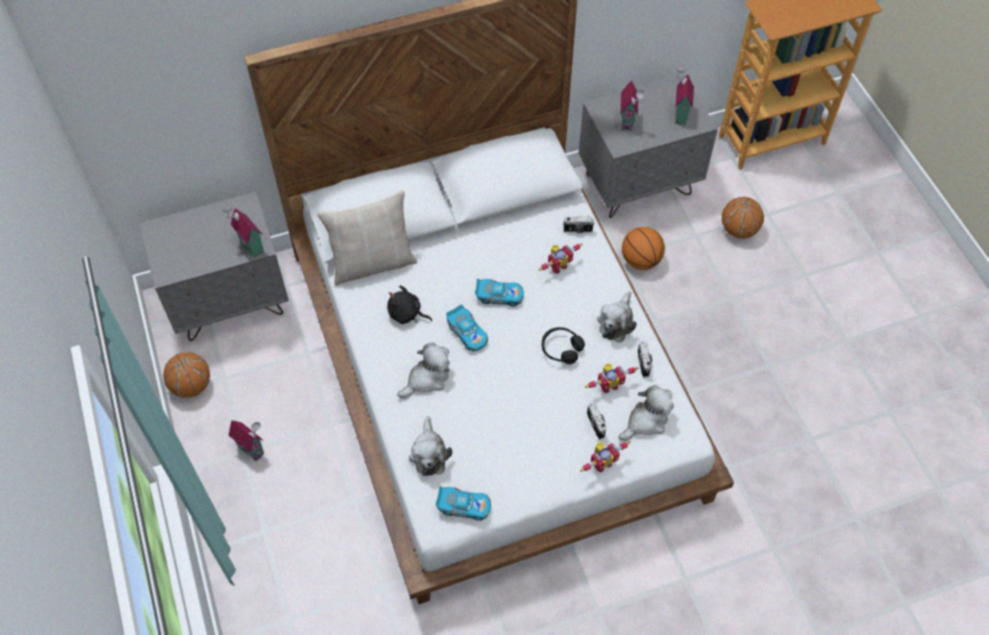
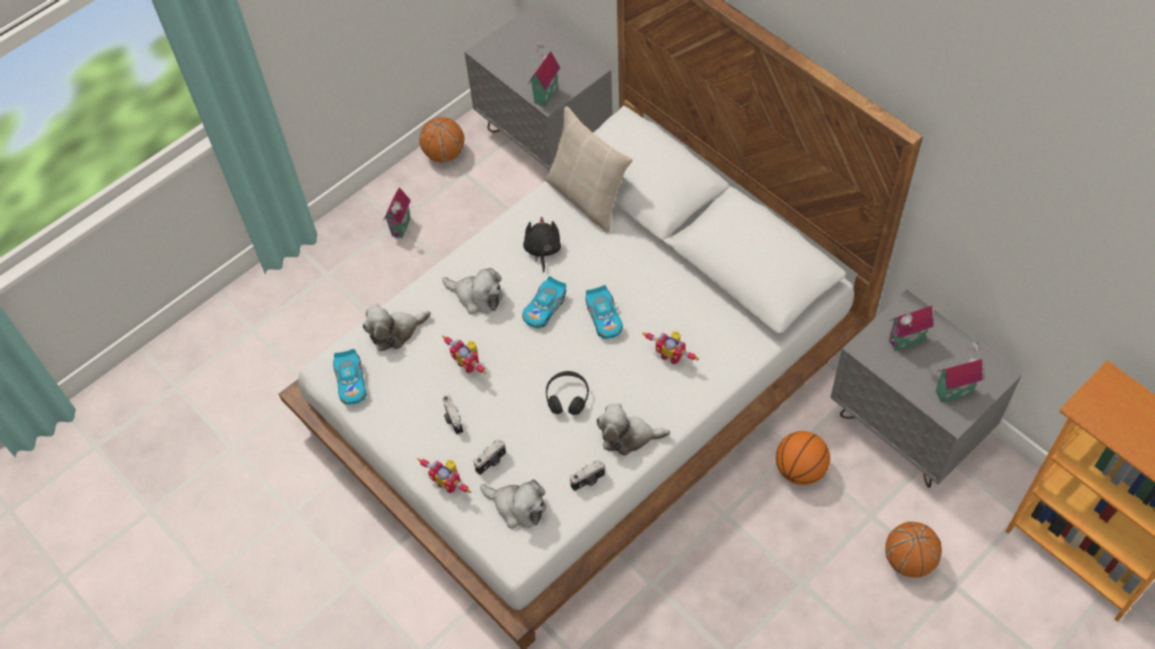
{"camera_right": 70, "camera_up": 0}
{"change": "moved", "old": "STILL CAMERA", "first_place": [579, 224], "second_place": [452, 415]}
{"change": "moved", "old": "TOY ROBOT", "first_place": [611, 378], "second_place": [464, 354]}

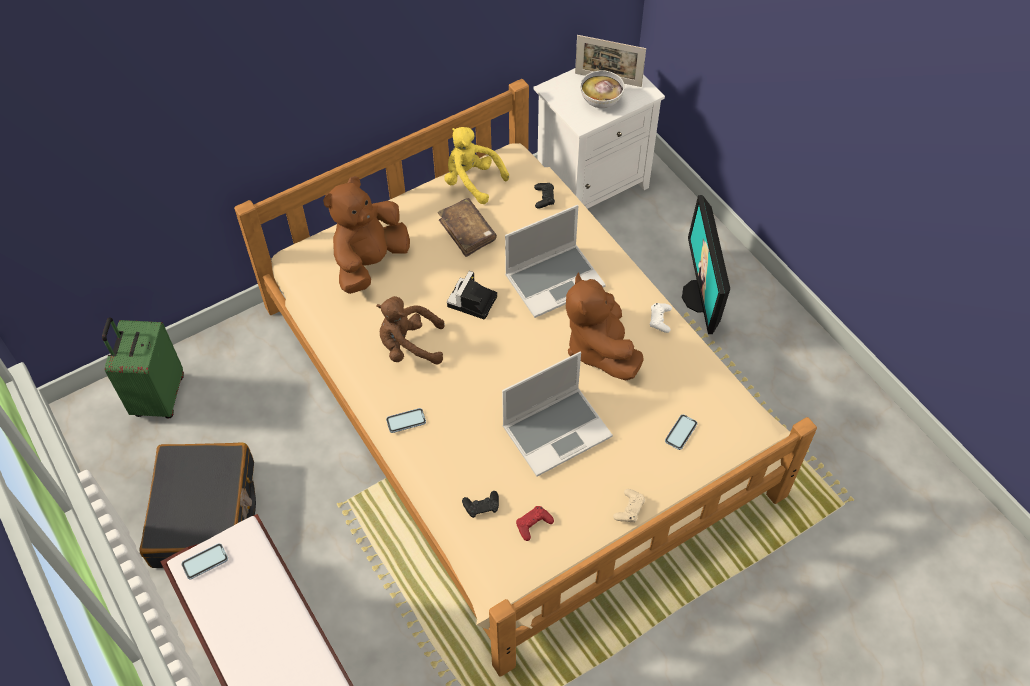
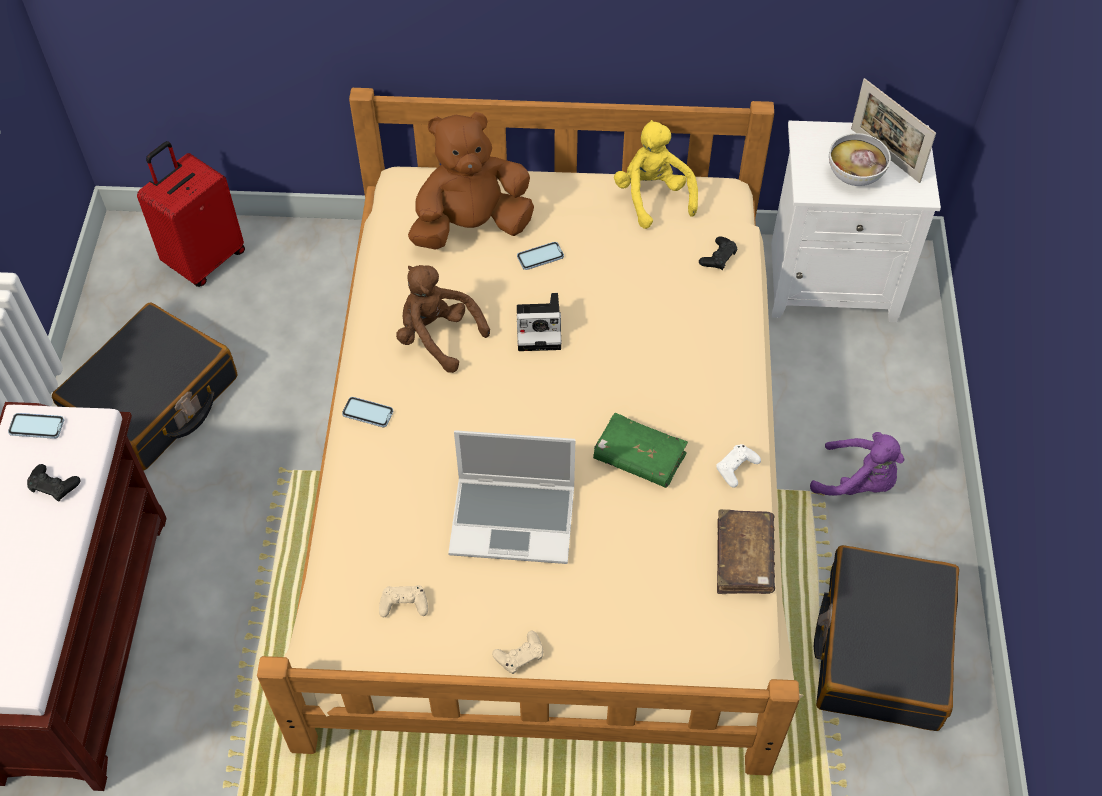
{"camera_right": 35, "camera_up": 0}
{"change": "removed", "old": "LAPTOP", "first_place": [555, 261]}
{"change": "added", "new": "BLACK PIECE OF LUGGAGE", "second_place": [886, 638]}
{"change": "moved", "old": "BROWN BOUND BOOK", "first_place": [467, 227], "second_place": [746, 551]}
{"change": "moved", "old": "BLACK JOYPAD", "first_place": [480, 504], "second_place": [53, 482]}
{"change": "moved", "old": "TELEPHONE", "first_place": [681, 432], "second_place": [540, 256]}
{"change": "replaced", "old": "BROWN PLUSH TOY", "new": "GREENISH BOUND BOOK", "first_place": [604, 326], "second_place": [640, 450]}
{"change": "replaced", "old": "COMPUTER DISPLAY", "new": "PURPLE PLUSH TOY", "first_place": [706, 264], "second_place": [857, 464]}
{"change": "recoloured", "old": "GREENISH PIECE OF LUGGAGE", "new": "REDDISH PIECE OF LUGGAGE", "first_place": [143, 367], "second_place": [191, 214]}
{"change": "recoloured", "old": "REDDISH JOYPAD", "new": "BEIGE JOYPAD", "first_place": [535, 523], "second_place": [403, 601]}
{"change": "turned", "old": "STILL CAMERA", "first_place": [472, 295], "second_place": [539, 322], "degrees": -150}

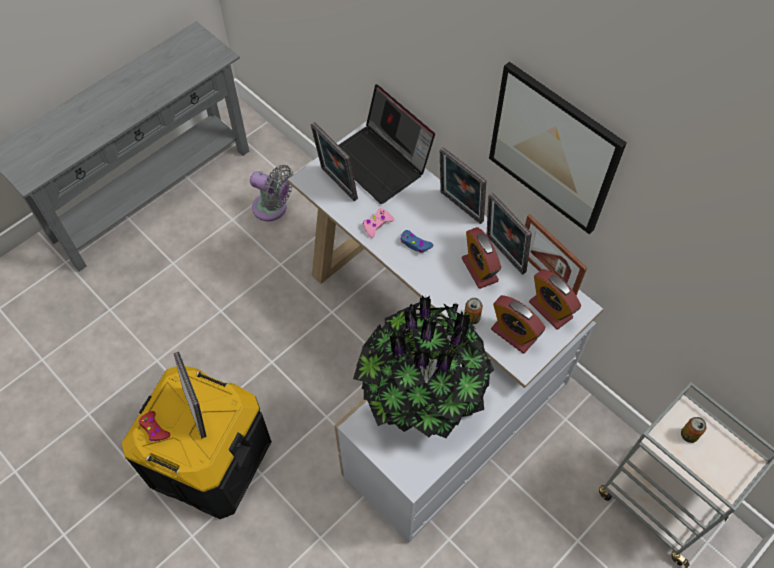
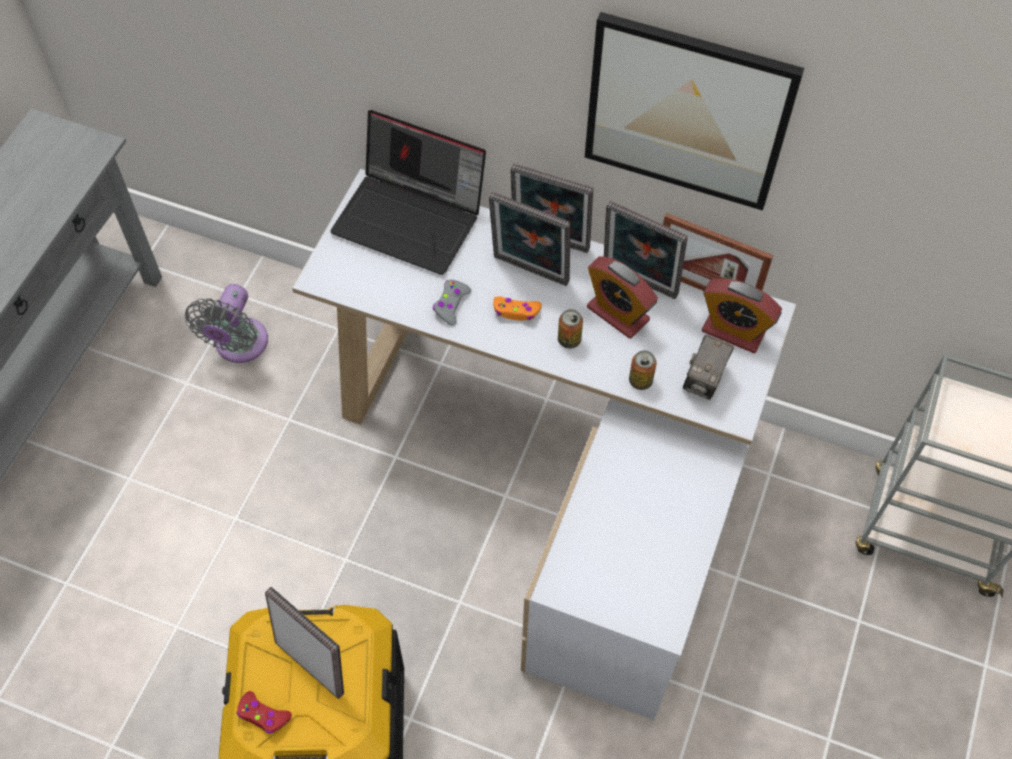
{"camera_right": -25, "camera_up": 0}
{"change": "removed", "old": "PLANT IN A POT", "first_place": [423, 367]}
{"change": "moved", "old": "STANDING FRAME", "first_place": [334, 161], "second_place": [530, 239]}
{"change": "moved", "old": "SEALED CAN", "first_place": [694, 430], "second_place": [570, 329]}
{"change": "replaced", "old": "TABLE CLOCK", "new": "STILL CAMERA", "first_place": [518, 324], "second_place": [708, 367]}
{"change": "recoloured", "old": "PINK-COLOURED JOYPAD", "new": "GRAY JOYPAD", "first_place": [378, 223], "second_place": [452, 302]}
{"change": "recoloured", "old": "BLUE JOYPAD", "new": "ORANGE-COLOURED JOYPAD", "first_place": [417, 241], "second_place": [517, 308]}
{"change": "turned", "old": "GRAY ELECTRIC FAN", "first_place": [272, 193], "second_place": [226, 323], "degrees": 105}

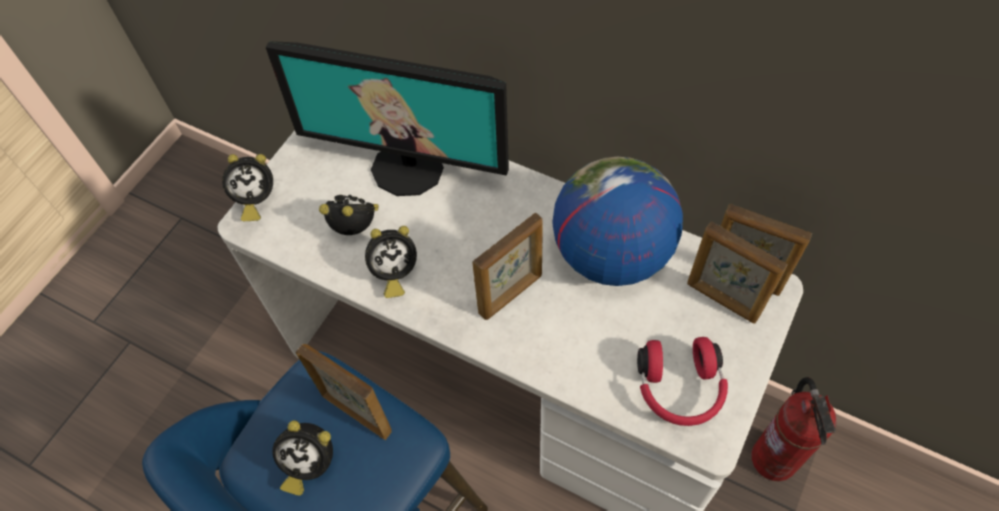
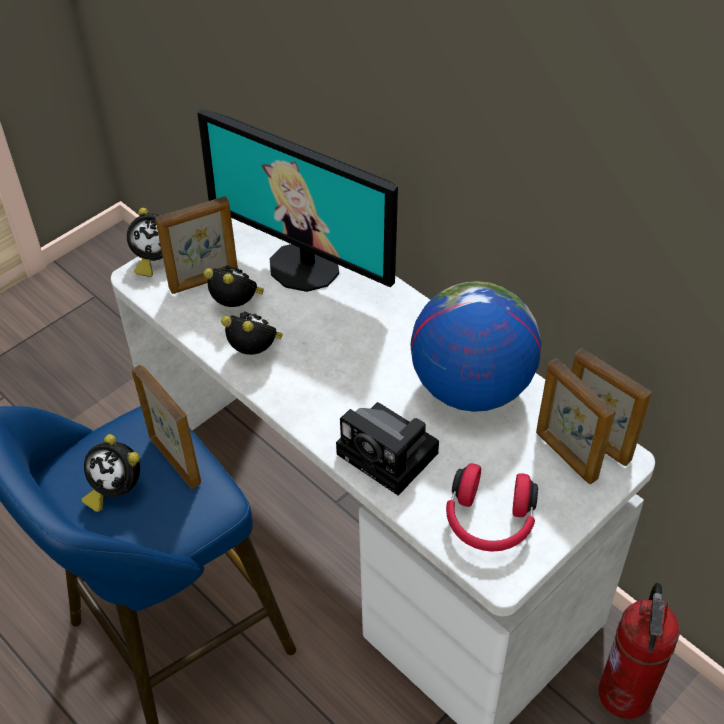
{"camera_right": 15, "camera_up": -10}
{"change": "added", "new": "STILL CAMERA", "second_place": [387, 449]}
{"change": "moved", "old": "STANDING FRAME", "first_place": [507, 266], "second_place": [196, 245]}
{"change": "turned", "old": "TABLE CLOCK", "first_place": [391, 262], "second_place": [252, 333], "degrees": -150}

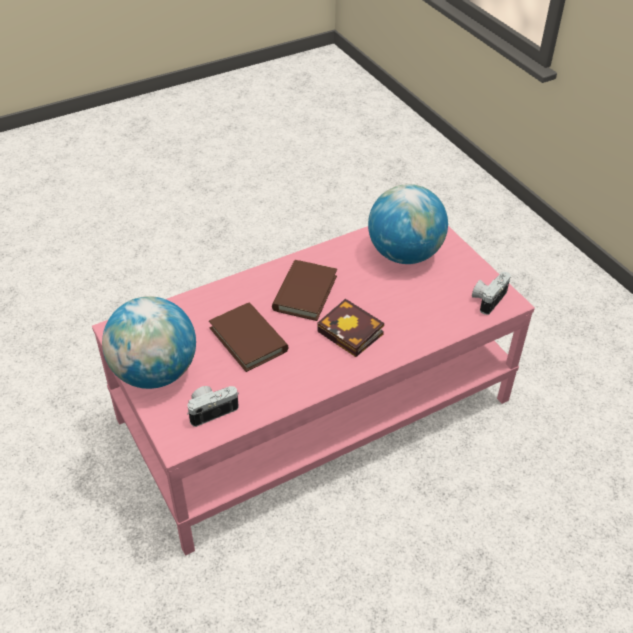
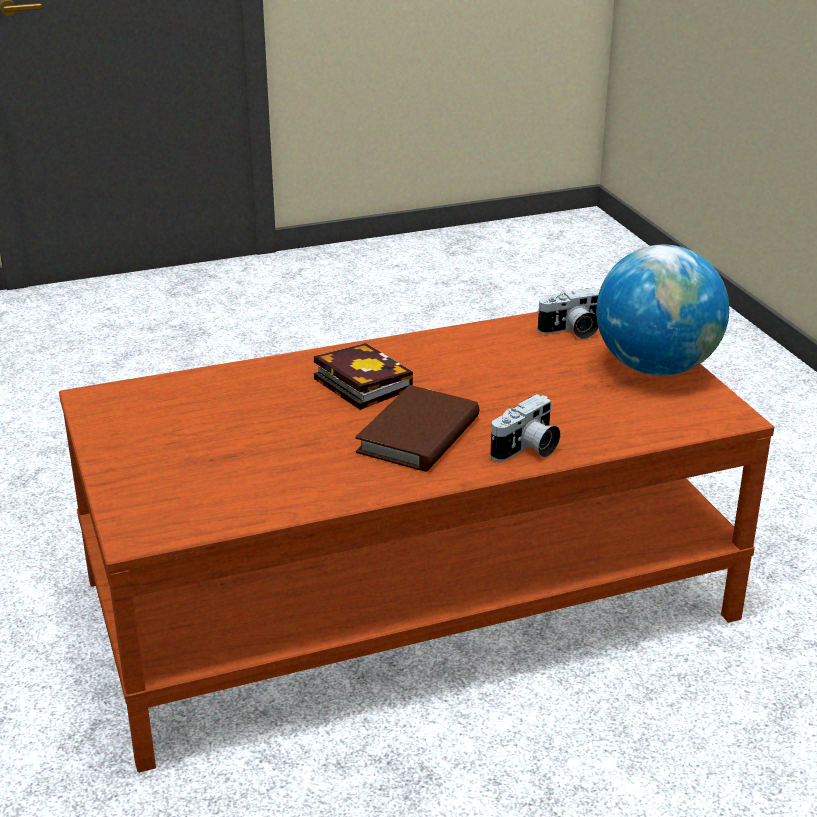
{"camera_right": -170, "camera_up": -15}
{"change": "removed", "old": "BROWN BOUND BOOK", "first_place": [248, 337]}
{"change": "removed", "old": "WORLD GLOBE", "first_place": [408, 224]}
{"change": "moved", "old": "STILL CAMERA", "first_place": [491, 293], "second_place": [525, 427]}
{"change": "recoloured", "old": "PINK-COLOURED LOW TABLE", "new": "BROWN LOW TABLE", "first_place": [313, 390], "second_place": [416, 542]}

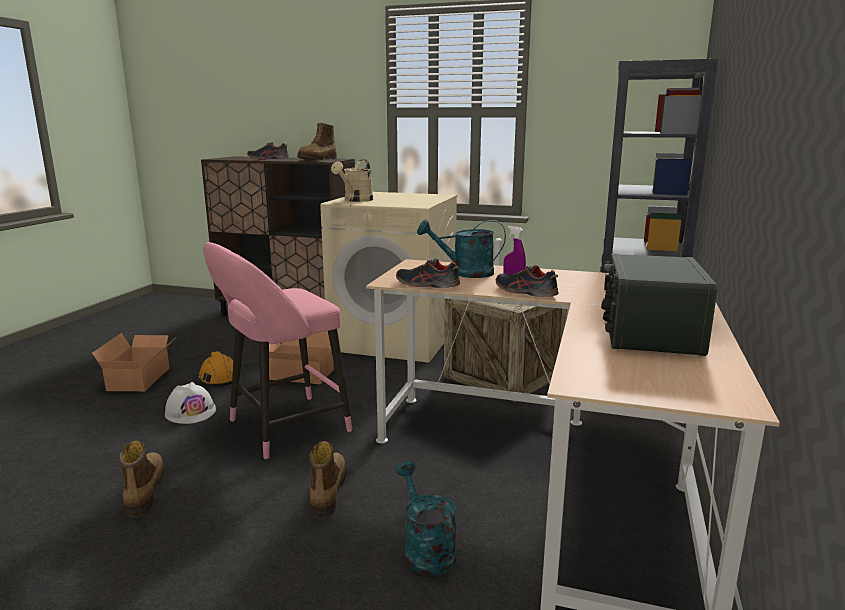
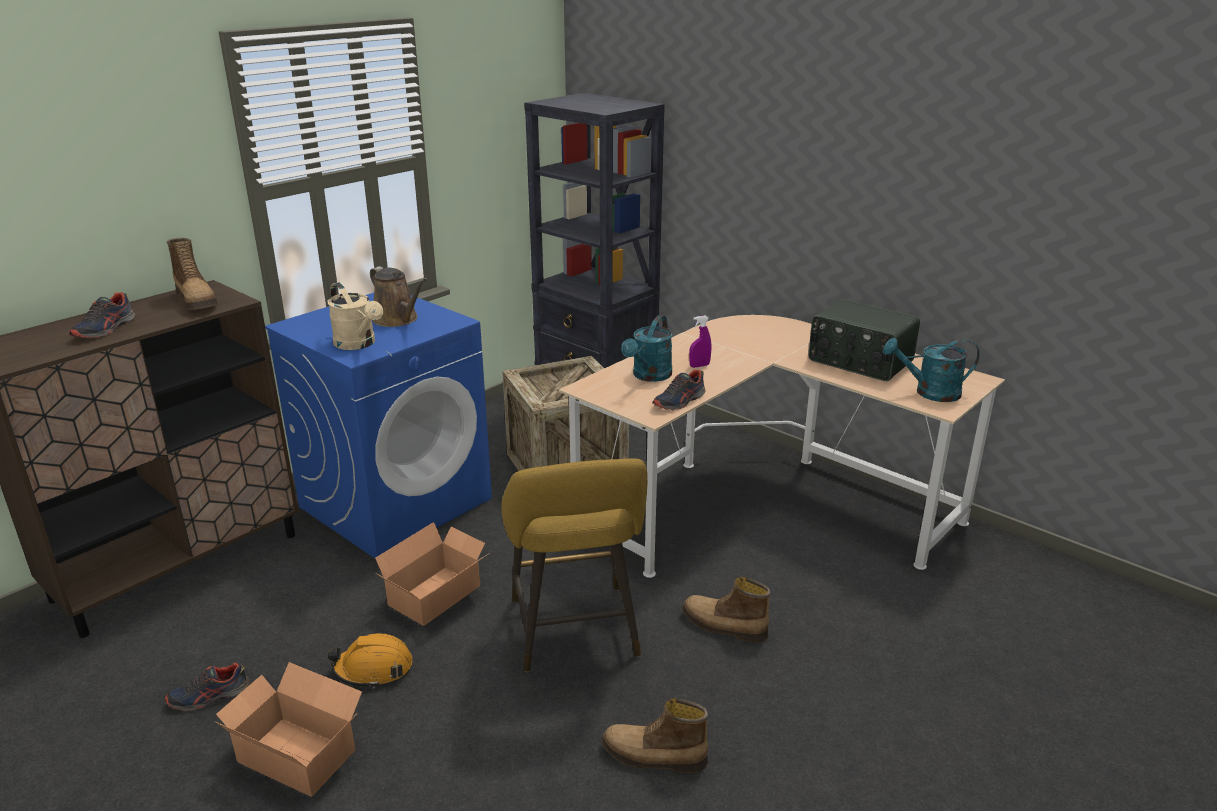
{"camera_right": -65, "camera_up": 10}
{"change": "removed", "old": "WHITE SAFETY HELMET", "first_place": [190, 403]}
{"change": "added", "new": "BROWN WATERING POT", "second_place": [398, 296]}
{"change": "moved", "old": "TURQUOISE-COLOURED WATERING POT", "first_place": [426, 518], "second_place": [931, 370]}
{"change": "moved", "old": "SHOE", "first_place": [527, 281], "second_place": [207, 687]}
{"change": "recoloured", "old": "PINK-COLOURED SITTING STOOL", "new": "YELLOWISH SITTING STOOL", "first_place": [277, 350], "second_place": [574, 565]}
{"change": "recoloured", "old": "BEIGE WASHING MACHINE", "new": "BLUE WASHING MACHINE", "first_place": [389, 277], "second_place": [378, 425]}

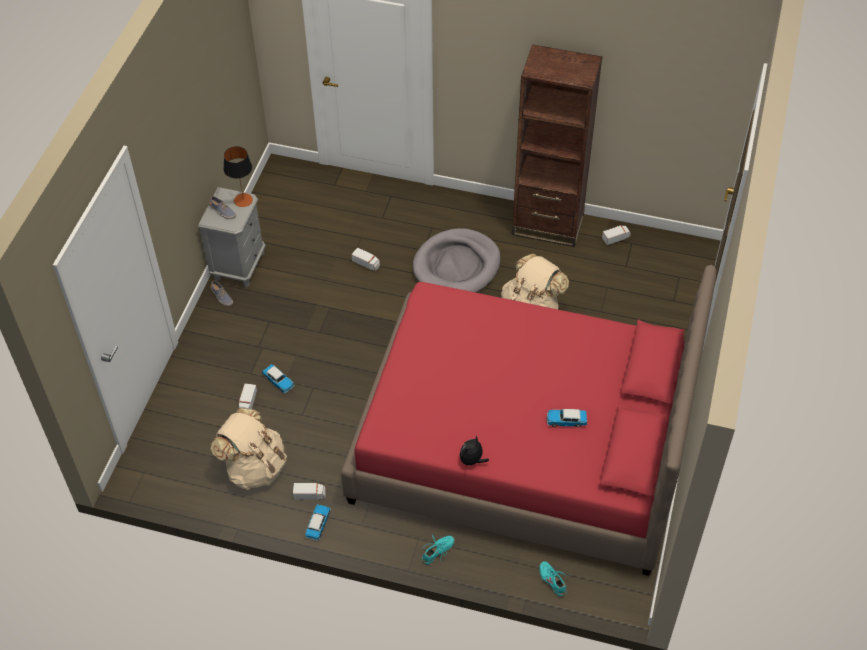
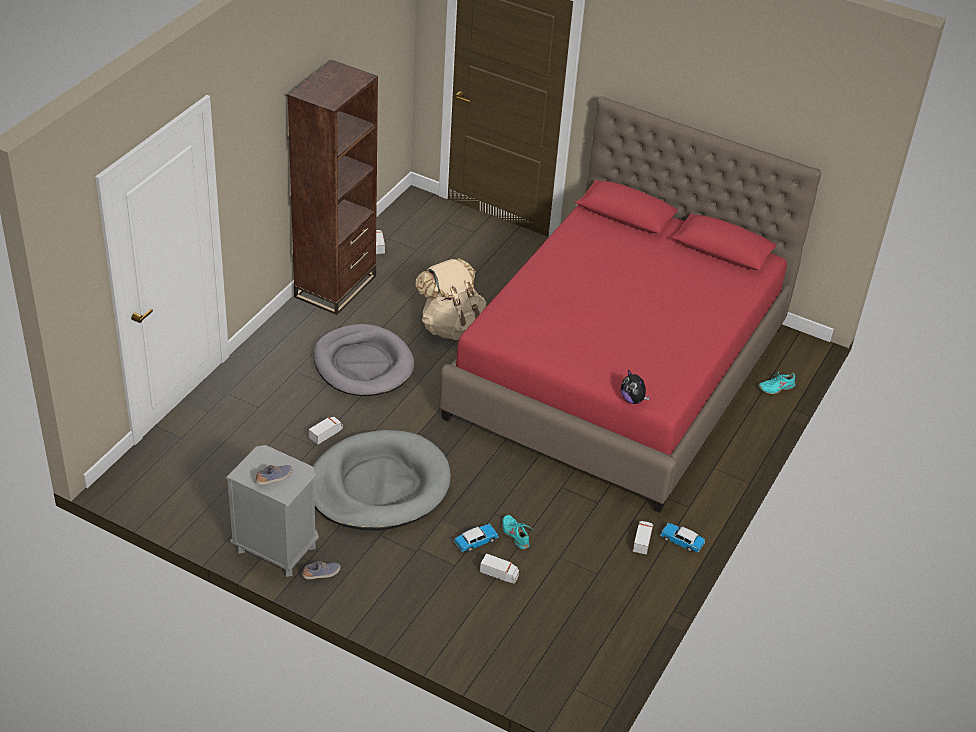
{"camera_right": -80, "camera_up": -10}
{"change": "removed", "old": "BEIGE RUCKSACK", "first_place": [249, 449]}
{"change": "removed", "old": "LAMP FOR A TABLE", "first_place": [238, 176]}
{"change": "removed", "old": "TOY CAR", "first_place": [567, 418]}
{"change": "added", "new": "GRAY PET BED", "second_place": [382, 480]}
{"change": "moved", "old": "TURQUOISE-COLOURED SHOE", "first_place": [438, 550], "second_place": [518, 532]}
{"change": "moved", "old": "PLUSH TOY", "first_place": [474, 451], "second_place": [635, 387]}

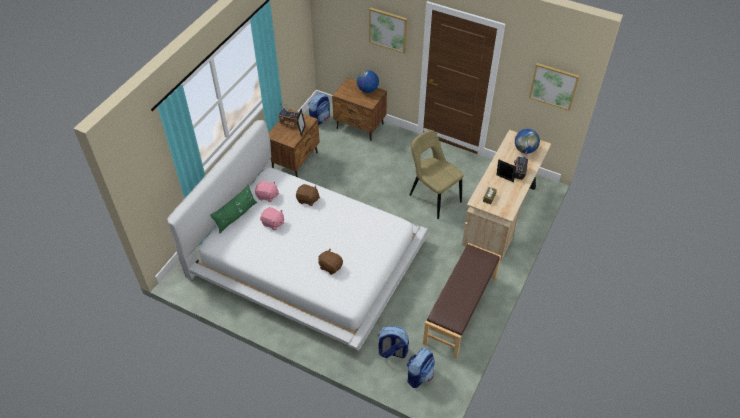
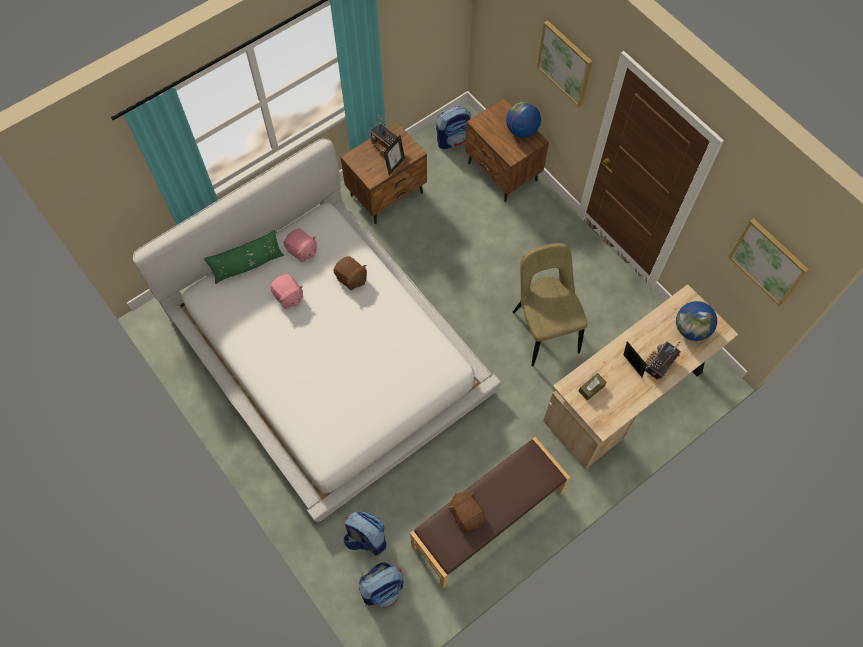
{"camera_right": 25, "camera_up": 15}
{"change": "moved", "old": "BROWN PLUSH TOY", "first_place": [330, 261], "second_place": [466, 511]}

